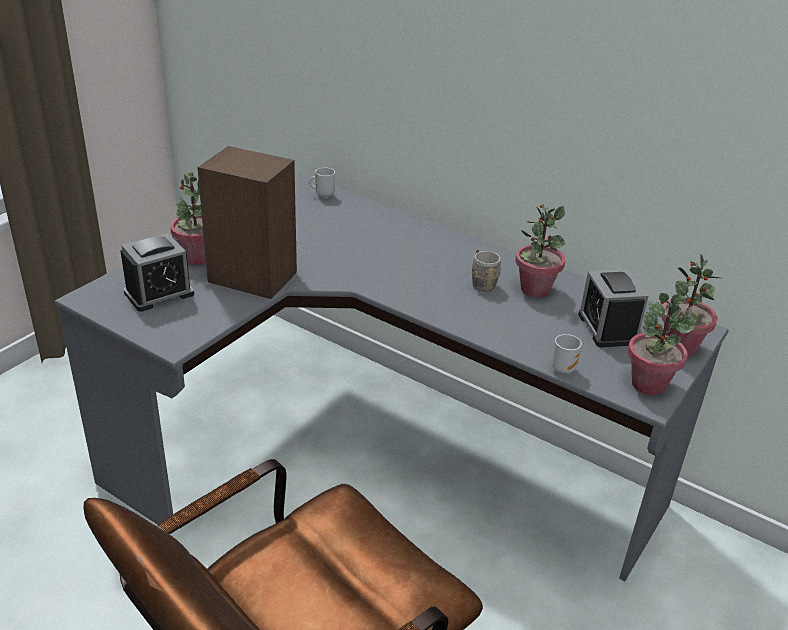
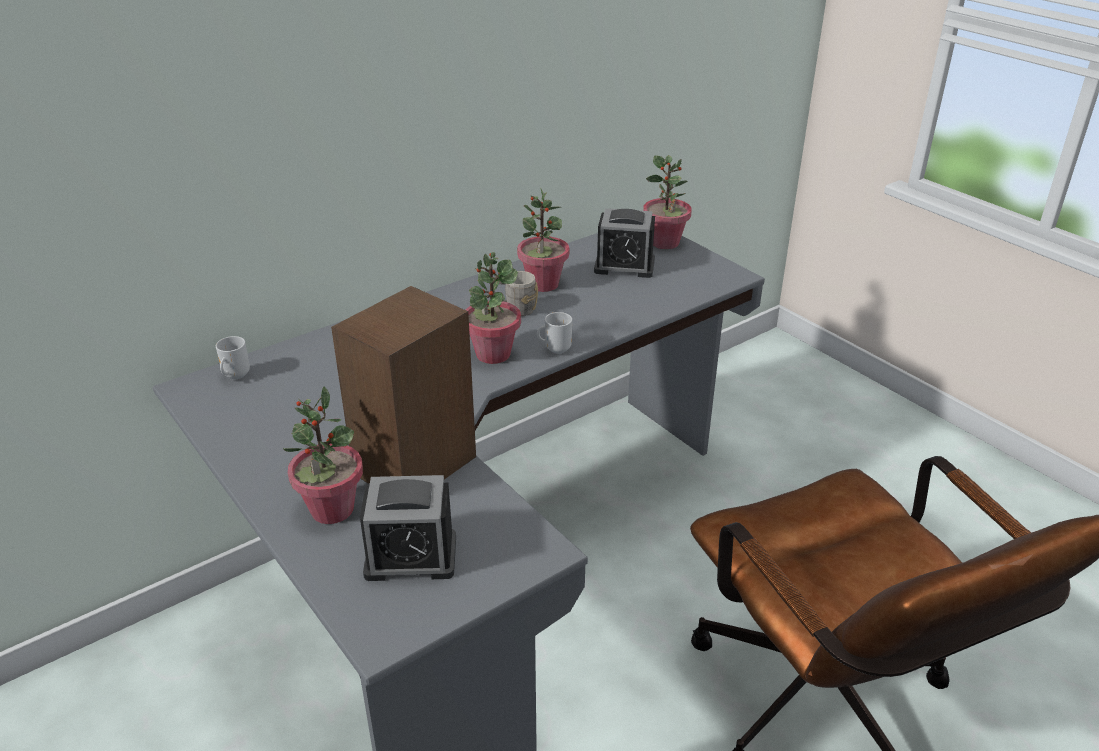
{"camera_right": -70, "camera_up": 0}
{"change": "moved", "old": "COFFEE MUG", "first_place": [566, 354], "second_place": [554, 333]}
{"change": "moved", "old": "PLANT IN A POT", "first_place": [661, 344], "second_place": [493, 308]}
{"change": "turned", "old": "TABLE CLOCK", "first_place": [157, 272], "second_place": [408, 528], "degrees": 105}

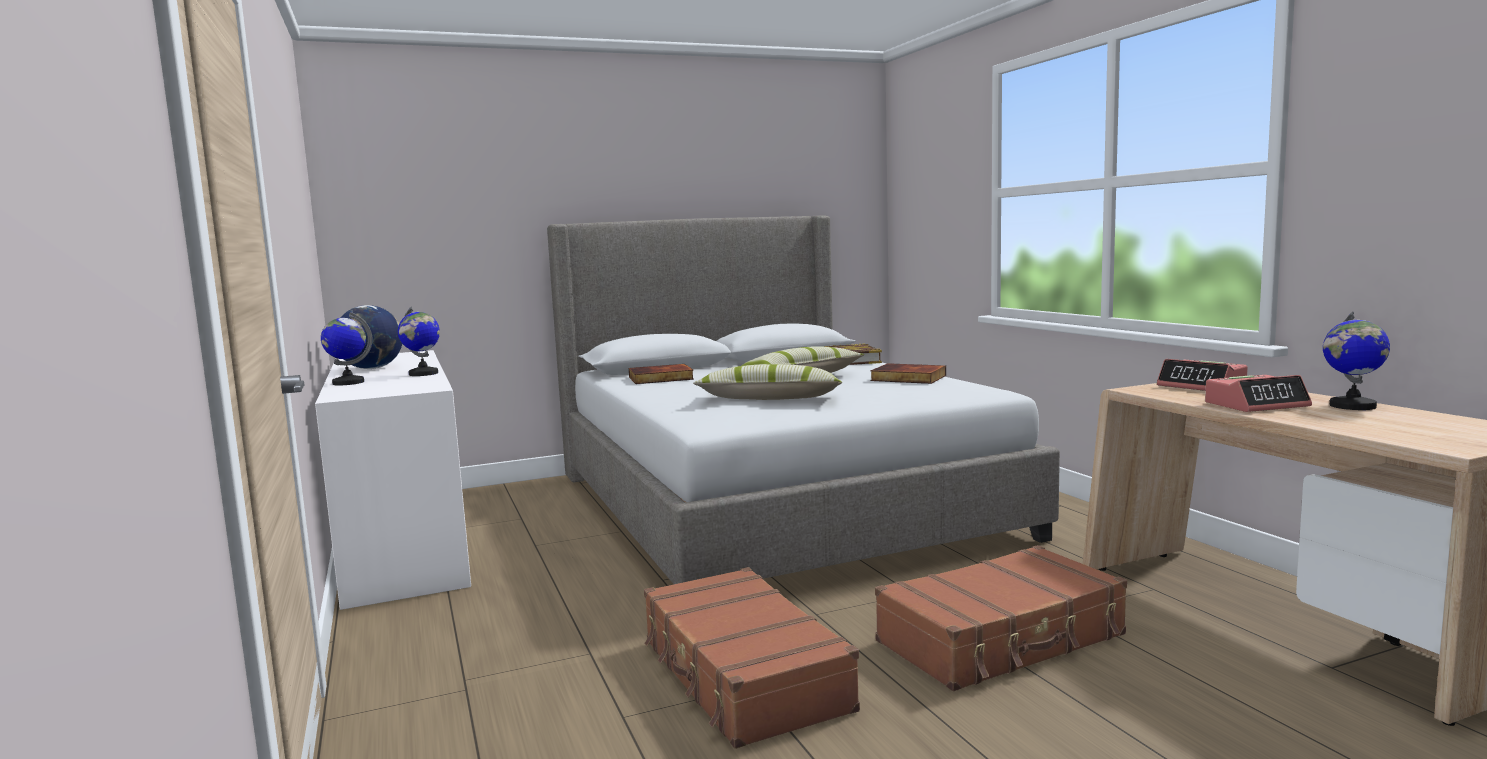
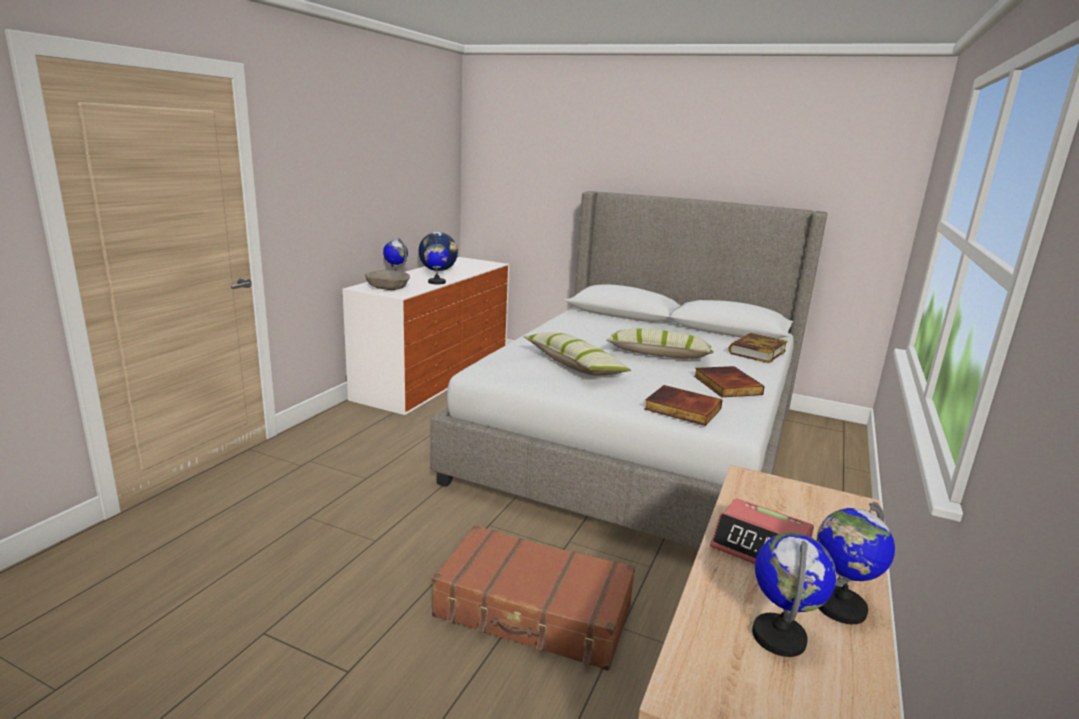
{"camera_right": 45, "camera_up": 10}
{"change": "removed", "old": "BROWN PIECE OF LUGGAGE", "first_place": [752, 658]}
{"change": "removed", "old": "TABLE CLOCK", "first_place": [1202, 375]}
{"change": "added", "new": "BEIGE BOWL", "second_place": [387, 280]}
{"change": "added", "new": "WORLD GLOBE", "second_place": [794, 594]}
{"change": "moved", "old": "BOUND BOOK", "first_place": [661, 374], "second_place": [683, 405]}

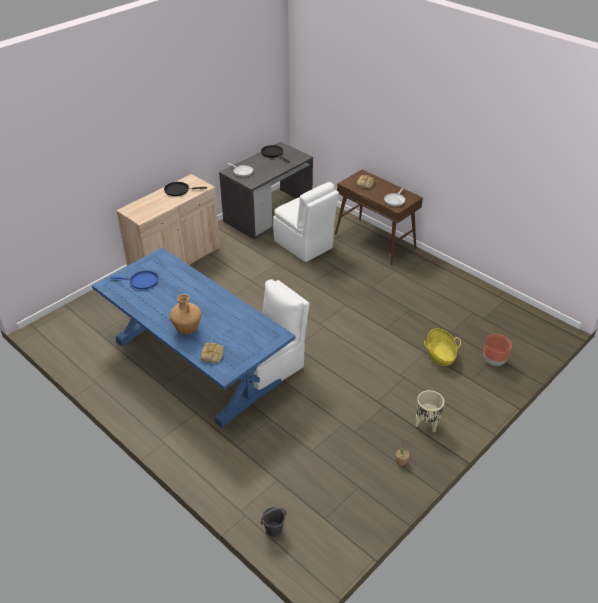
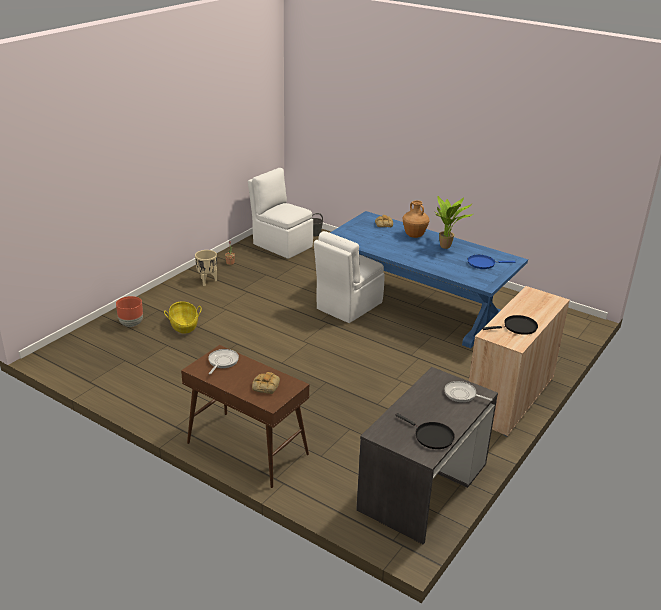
{"camera_right": 170, "camera_up": -10}
{"change": "added", "new": "PLANT IN A POT", "second_place": [453, 222]}
{"change": "moved", "old": "WHITE PLAIN CHAIR", "first_place": [306, 222], "second_place": [280, 213]}

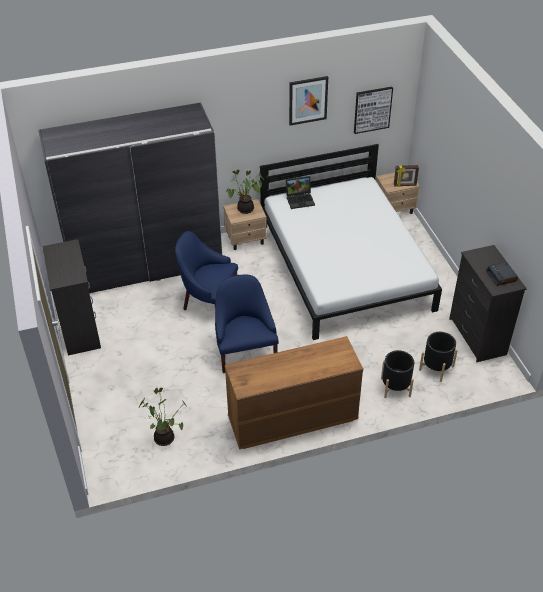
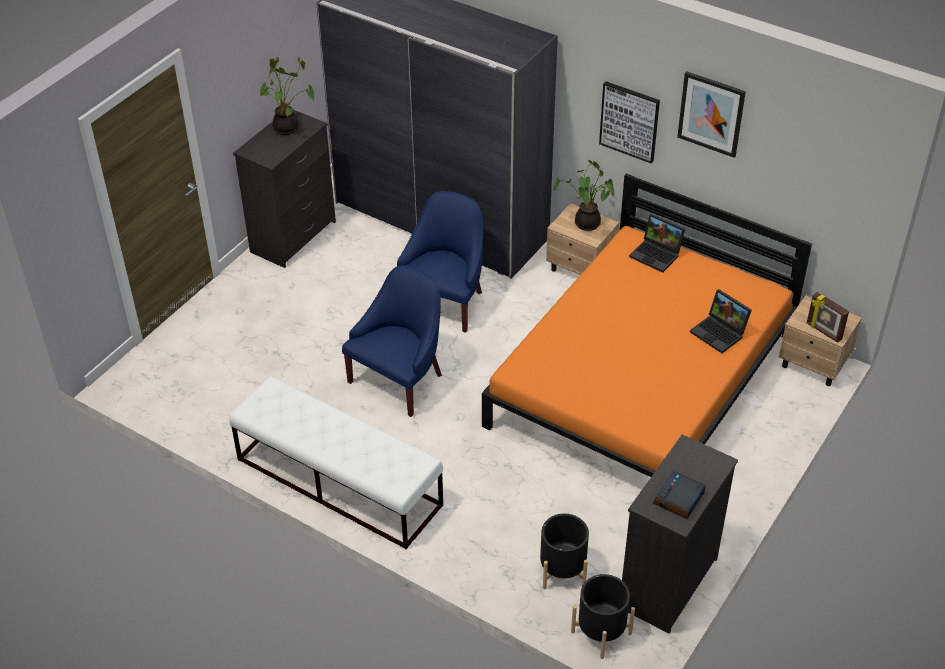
{"camera_right": 50, "camera_up": 0}
{"change": "added", "new": "LAPTOP", "second_place": [721, 321]}
{"change": "moved", "old": "PLANT IN A POT", "first_place": [163, 417], "second_place": [286, 96]}
{"change": "moved", "old": "WALL PICTURE", "first_place": [373, 110], "second_place": [629, 122]}
{"change": "moved", "old": "BLACK FLOWER POT", "first_place": [397, 374], "second_place": [603, 616]}
{"change": "replaced", "old": "BROWN DRESSER", "new": "WHITE BENCH", "first_place": [294, 392], "second_place": [336, 462]}
{"change": "recoloured", "old": "WHITE BED", "new": "ORANGE-COLOURED BED", "first_place": [351, 242], "second_place": [647, 325]}
{"change": "turned", "old": "BLUE EASY CHAIR", "first_place": [206, 270], "second_place": [440, 262], "degrees": 45}

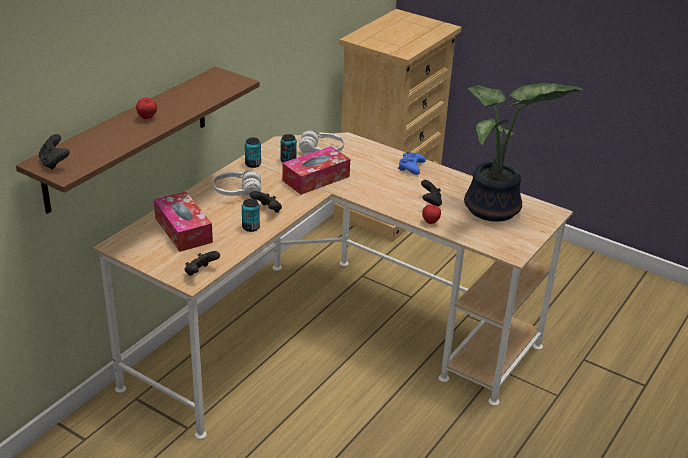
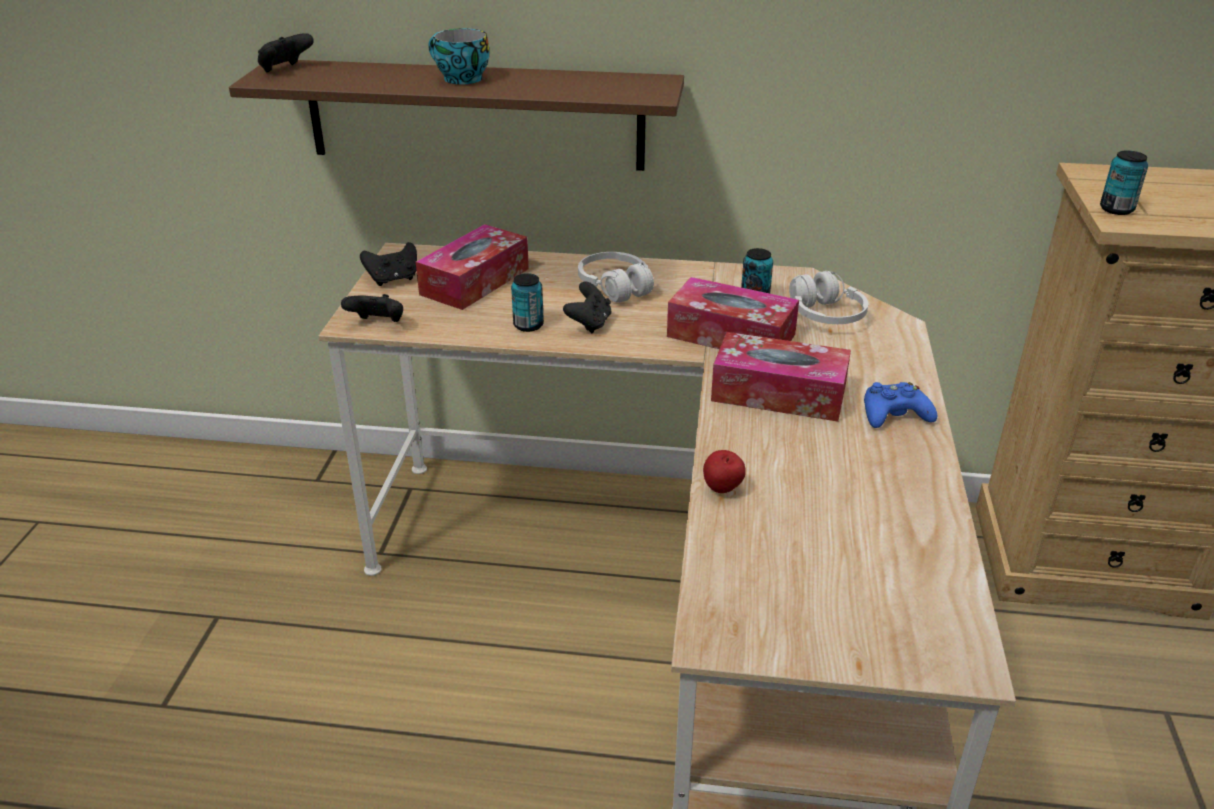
{"camera_right": 65, "camera_up": 0}
{"change": "removed", "old": "PLANT IN A POT", "first_place": [523, 152]}
{"change": "added", "new": "TISSUE HOLDER", "second_place": [781, 377]}
{"change": "moved", "old": "SEALED CAN", "first_place": [253, 152], "second_place": [1124, 183]}
{"change": "moved", "old": "BLACK JOYPAD", "first_place": [431, 193], "second_place": [388, 264]}
{"change": "replaced", "old": "WHOLE APPLE", "new": "DRINKING CUP", "first_place": [146, 108], "second_place": [458, 56]}

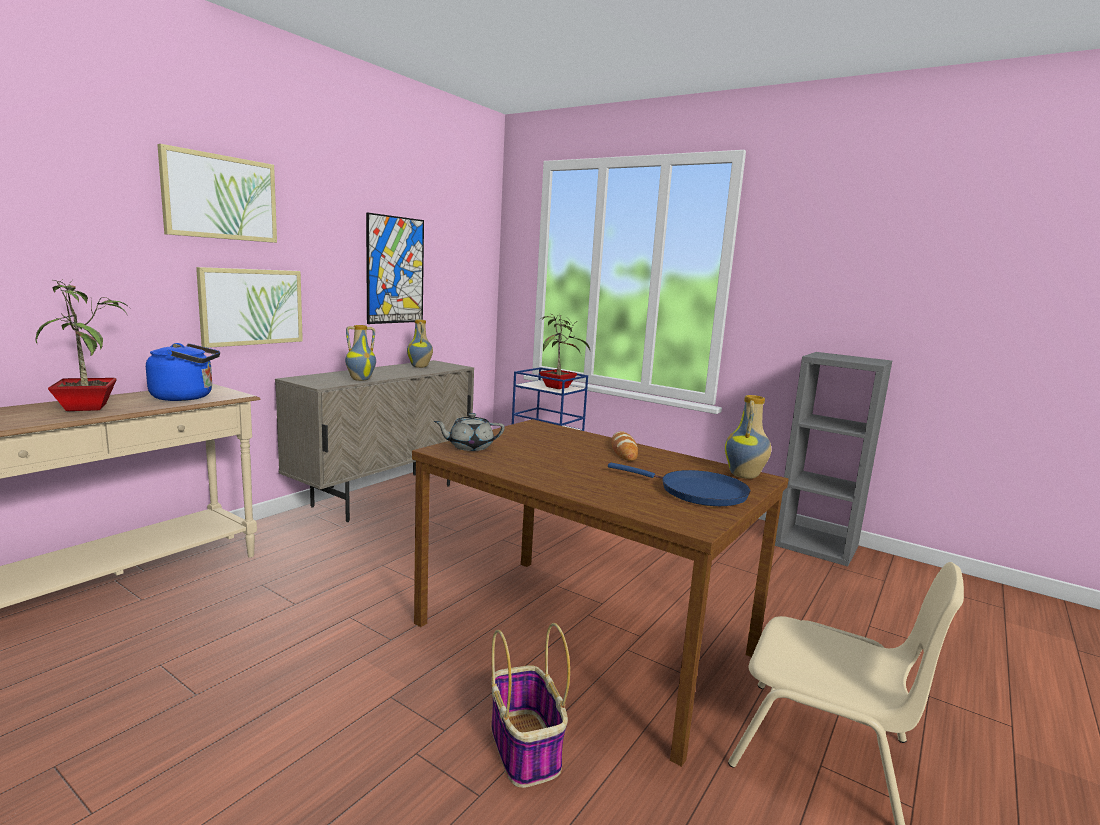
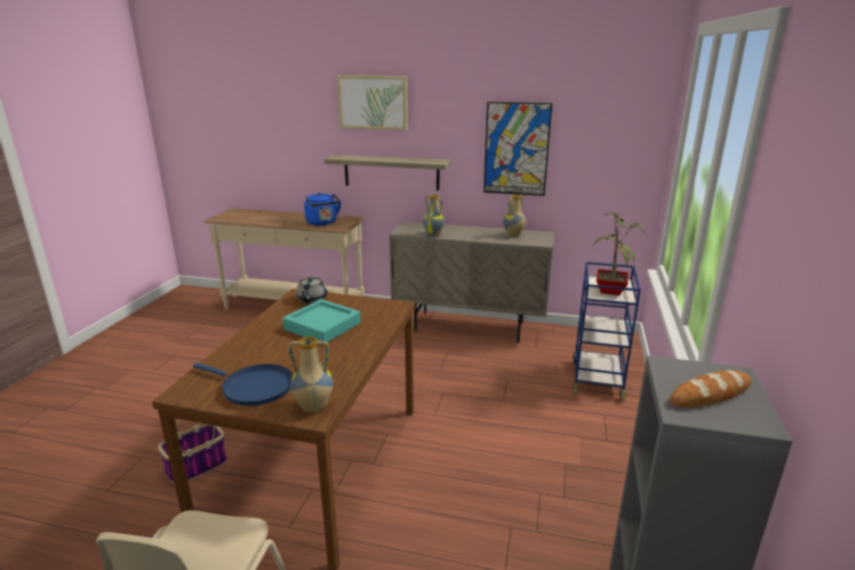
{"camera_right": 70, "camera_up": 10}
{"change": "removed", "old": "PLANT IN A POT", "first_place": [82, 345]}
{"change": "added", "new": "TURQUOISE-COLOURED SERVING TRAY", "second_place": [321, 320]}
{"change": "moved", "old": "BREAD", "first_place": [624, 446], "second_place": [710, 388]}
{"change": "replaced", "old": "WALL PICTURE", "new": "SHELF", "first_place": [249, 307], "second_place": [387, 173]}
{"change": "turned", "old": "GRAY POT FOR TEA", "first_place": [469, 432], "second_place": [311, 289], "degrees": -135}
{"change": "turned", "old": "BLUE SKILLET", "first_place": [679, 484], "second_place": [243, 384], "degrees": -75}

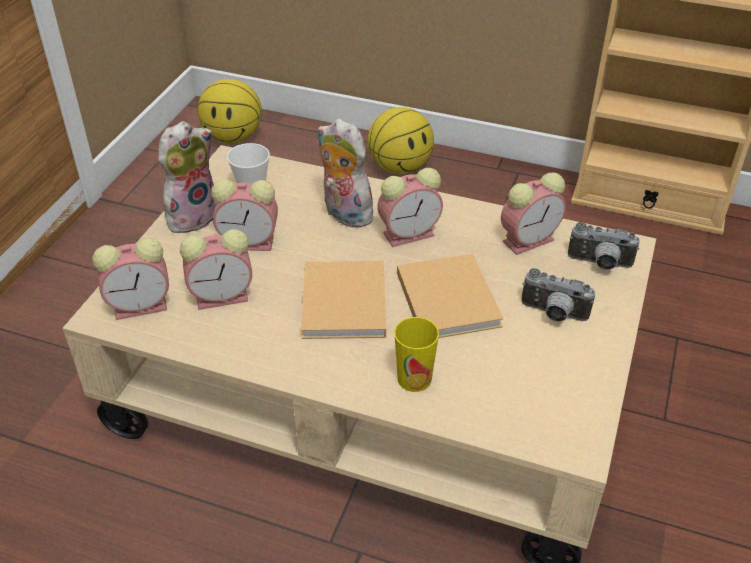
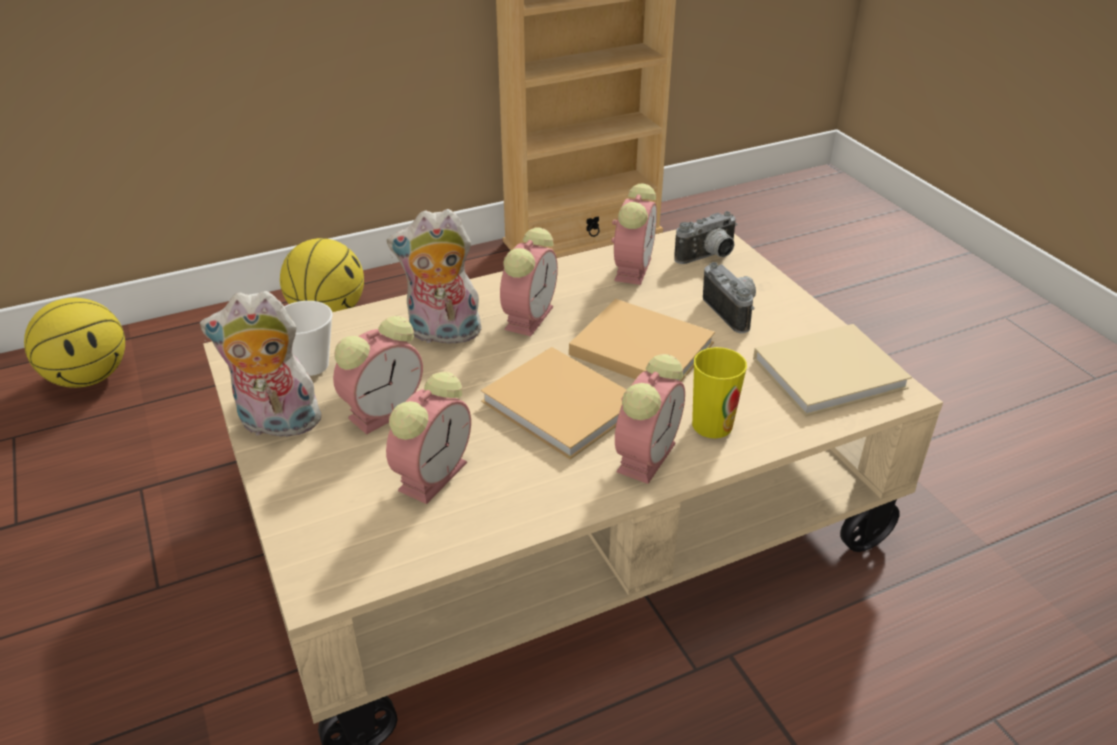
{"camera_right": -45, "camera_up": -5}
{"change": "added", "new": "BEIGE BOUND BOOK", "second_place": [832, 370]}
{"change": "moved", "old": "TABLE CLOCK", "first_place": [130, 279], "second_place": [650, 419]}
{"change": "turned", "old": "PLUSH TOY", "first_place": [187, 177], "second_place": [262, 366], "degrees": -90}
{"change": "turned", "old": "STILL CAMERA", "first_place": [558, 295], "second_place": [729, 297], "degrees": -90}

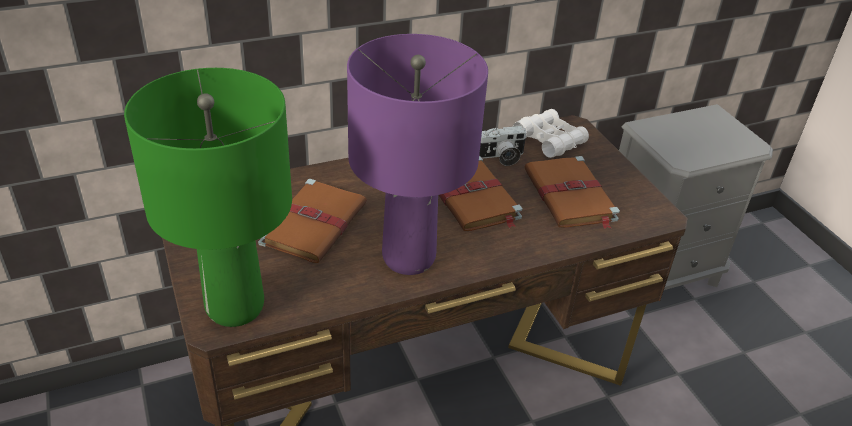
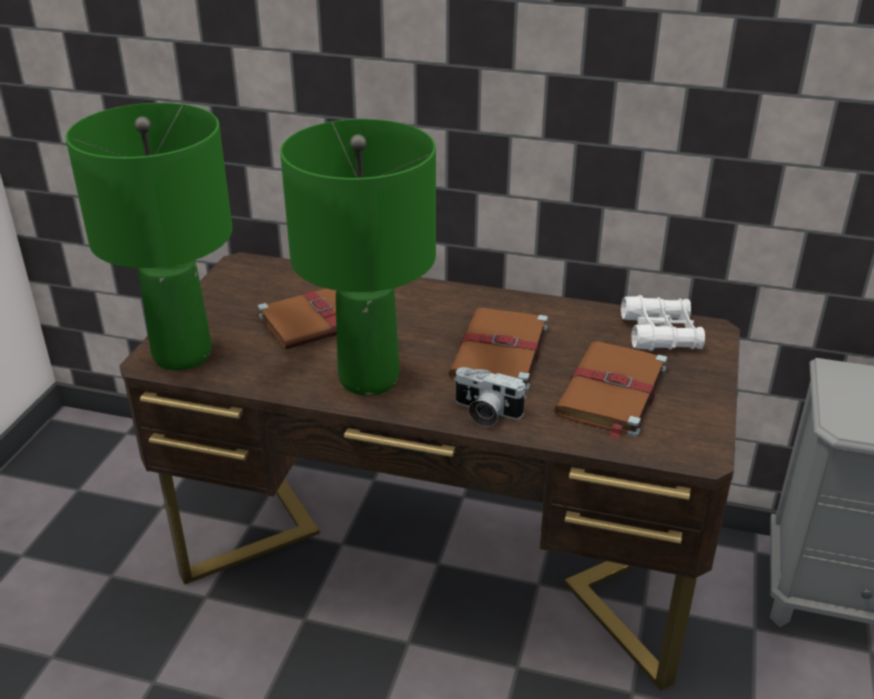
{"camera_right": 40, "camera_up": -5}
{"change": "moved", "old": "STILL CAMERA", "first_place": [503, 146], "second_place": [490, 397]}
{"change": "recoloured", "old": "PURPLE LAMP FOR A TABLE", "new": "GREENISH LAMP FOR A TABLE", "first_place": [417, 154], "second_place": [358, 257]}

